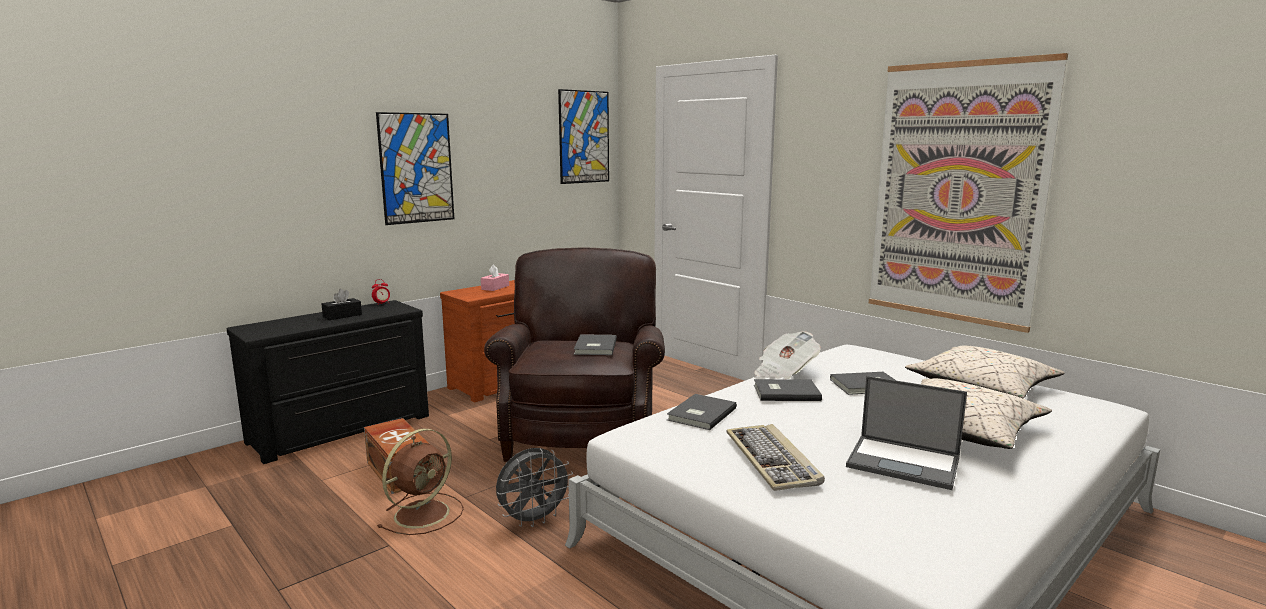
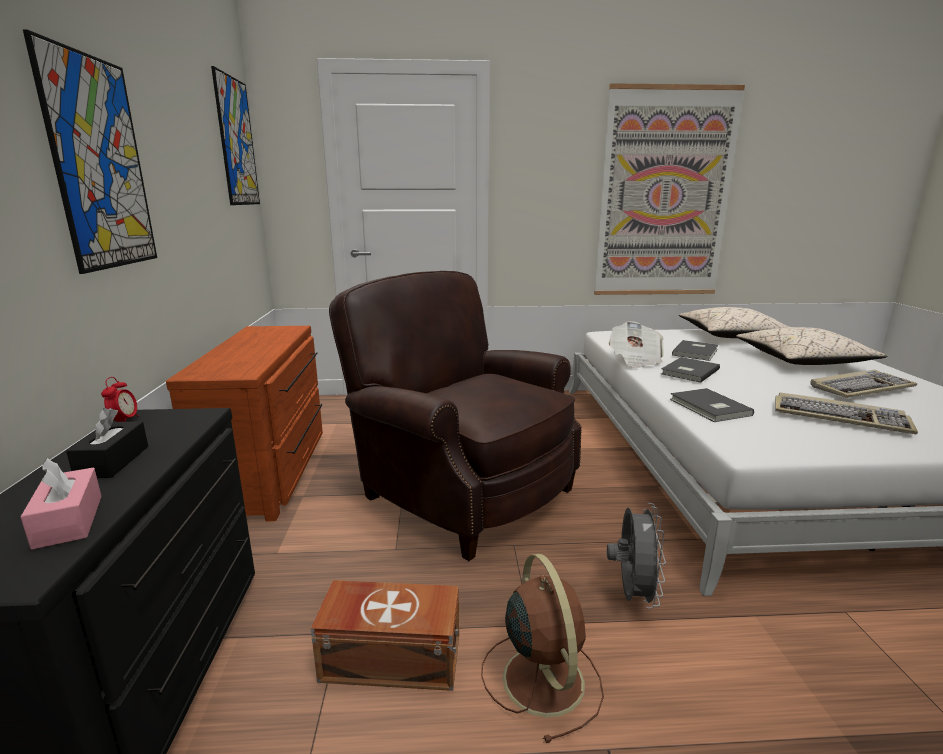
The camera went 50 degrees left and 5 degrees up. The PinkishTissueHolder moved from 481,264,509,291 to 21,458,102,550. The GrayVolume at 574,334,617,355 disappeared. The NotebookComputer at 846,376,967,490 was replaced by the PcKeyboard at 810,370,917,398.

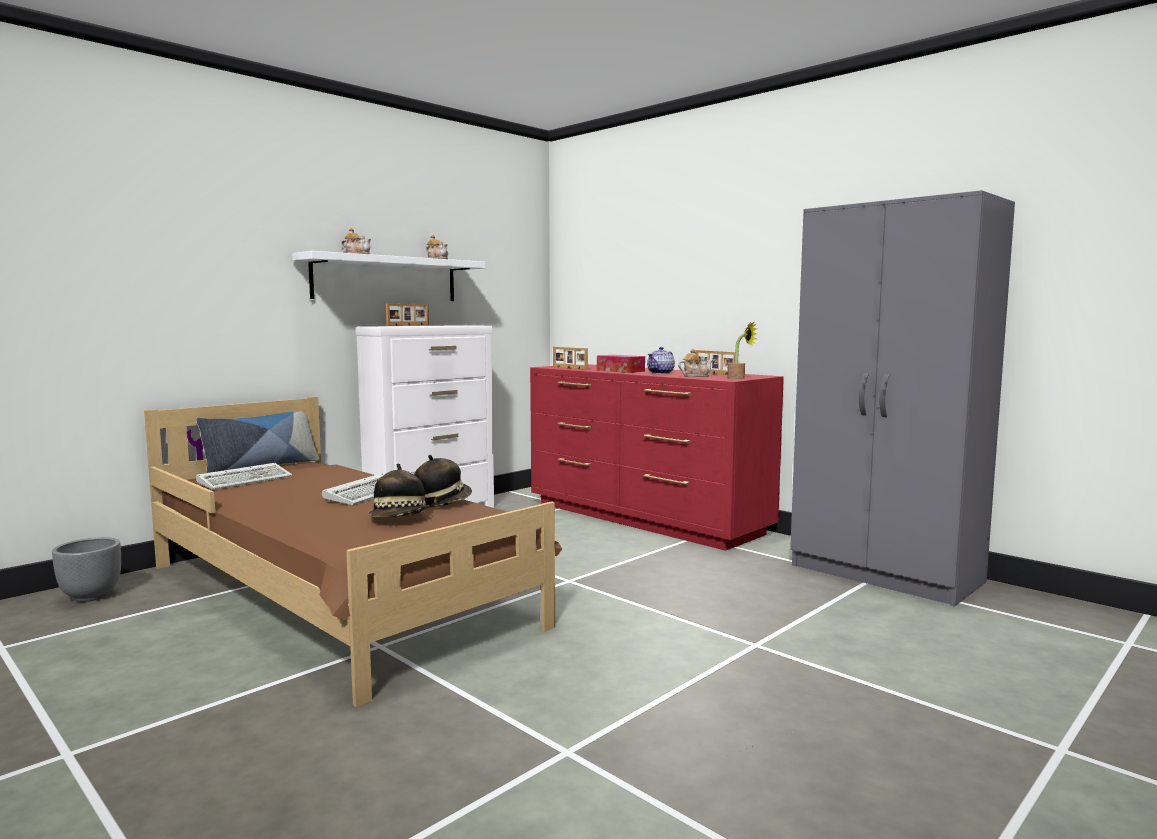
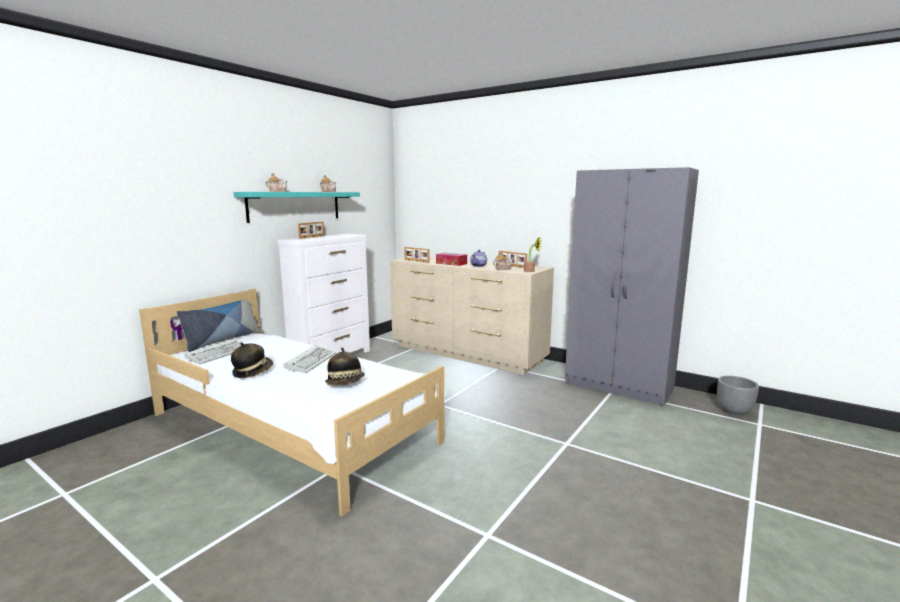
The camera went 10 degrees left and 5 degrees up. The GrayFlowerPot moved from 52,537,121,602 to 717,376,759,416. The BrownBed at 144,397,562,707 became the WhiteColouredBed at 139,289,447,516. The WhiteColouredBracketShelf at 292,251,486,301 became the BlueGreenBracketShelf at 233,192,360,223. The Hat moved from 414,455,472,508 to 231,342,273,378. The ReddishDrawerChest at 530,364,784,551 became the SandColouredDrawerChest at 390,256,554,375.

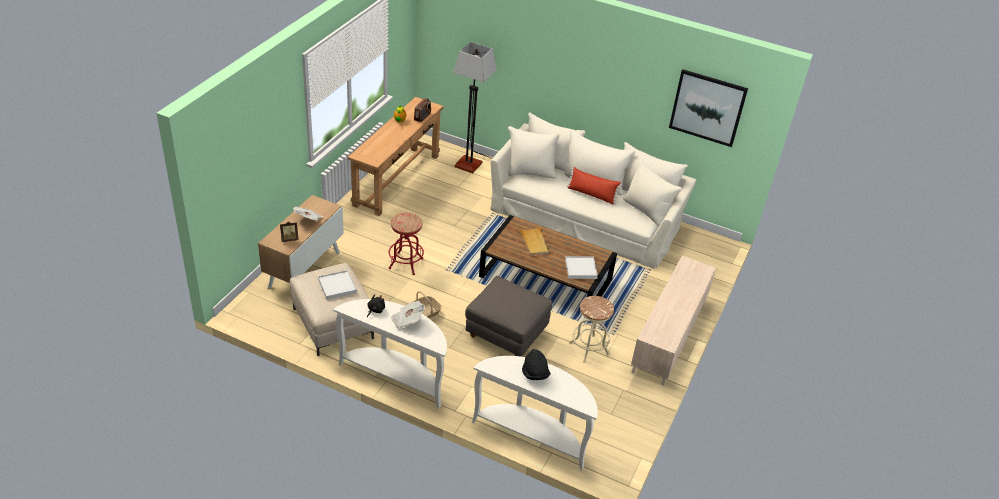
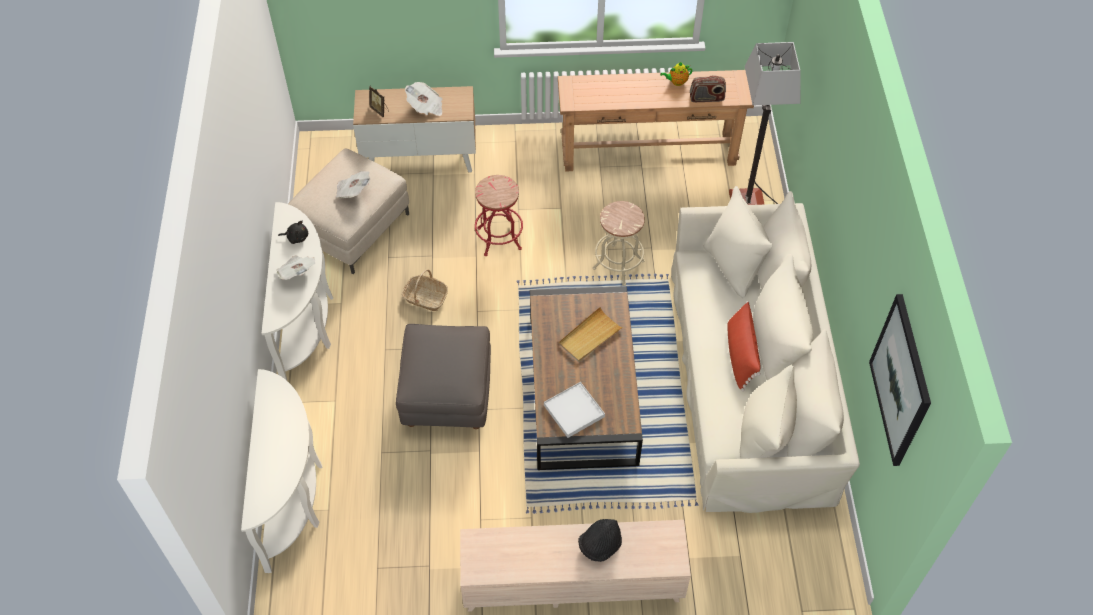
The camera went 65 degrees right and 15 degrees up. The WhiteColouredCarryingTray at 318,270,357,300 was replaced by the Newspaper at 335,171,370,199. The BlackColouredHat moved from 522,349,550,380 to 578,519,622,562. The SandColouredStool moved from 569,296,614,363 to 593,201,645,286.

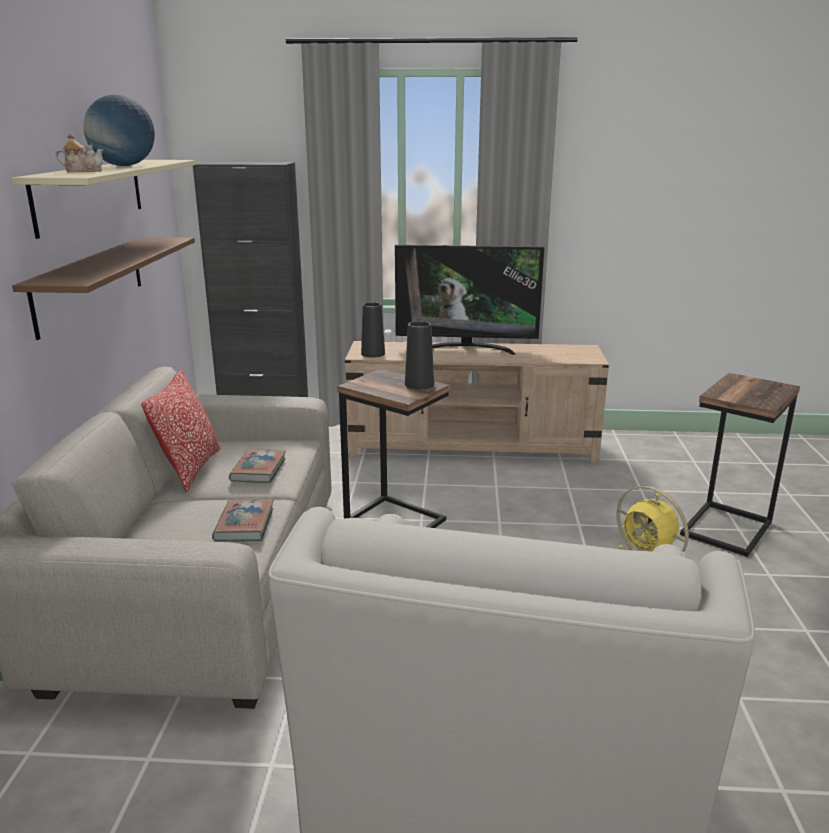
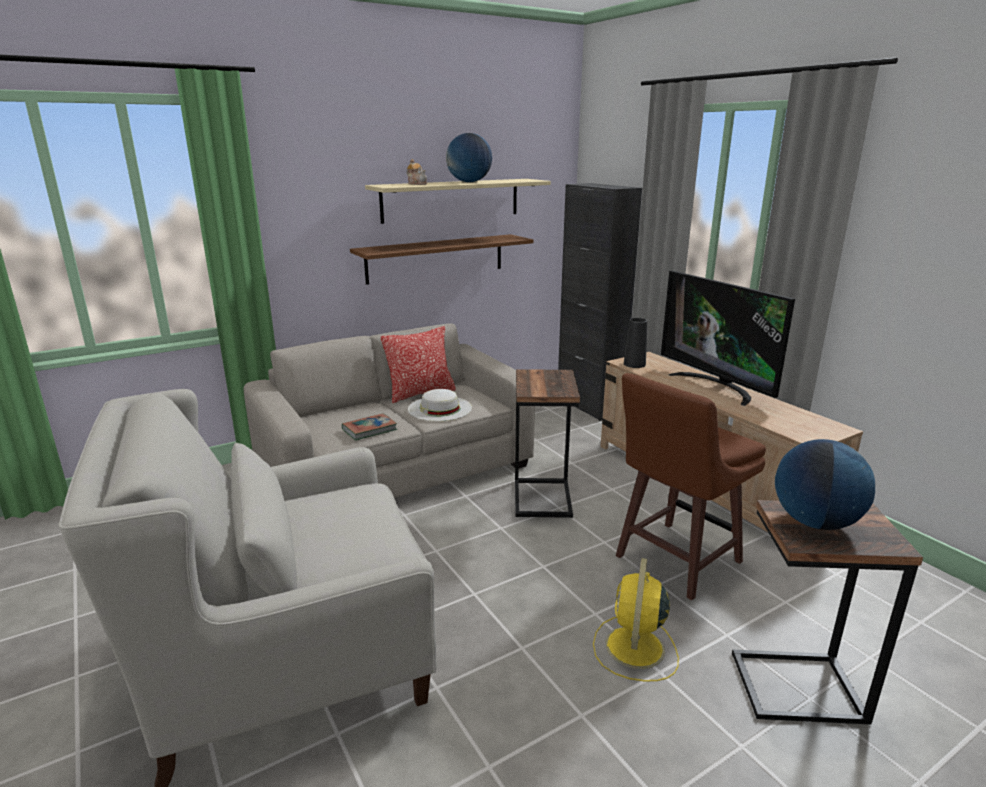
The camera went 55 degrees right and 0 degrees up. The Volume at 229,449,286,483 was replaced by the WhiteColouredHat at 408,389,472,421. The BlackColouredFlowerVase at 405,321,434,389 disappeared. The BrownStool at 616,373,766,600 appeared. The WorldGlobe at 775,439,875,530 appeared.

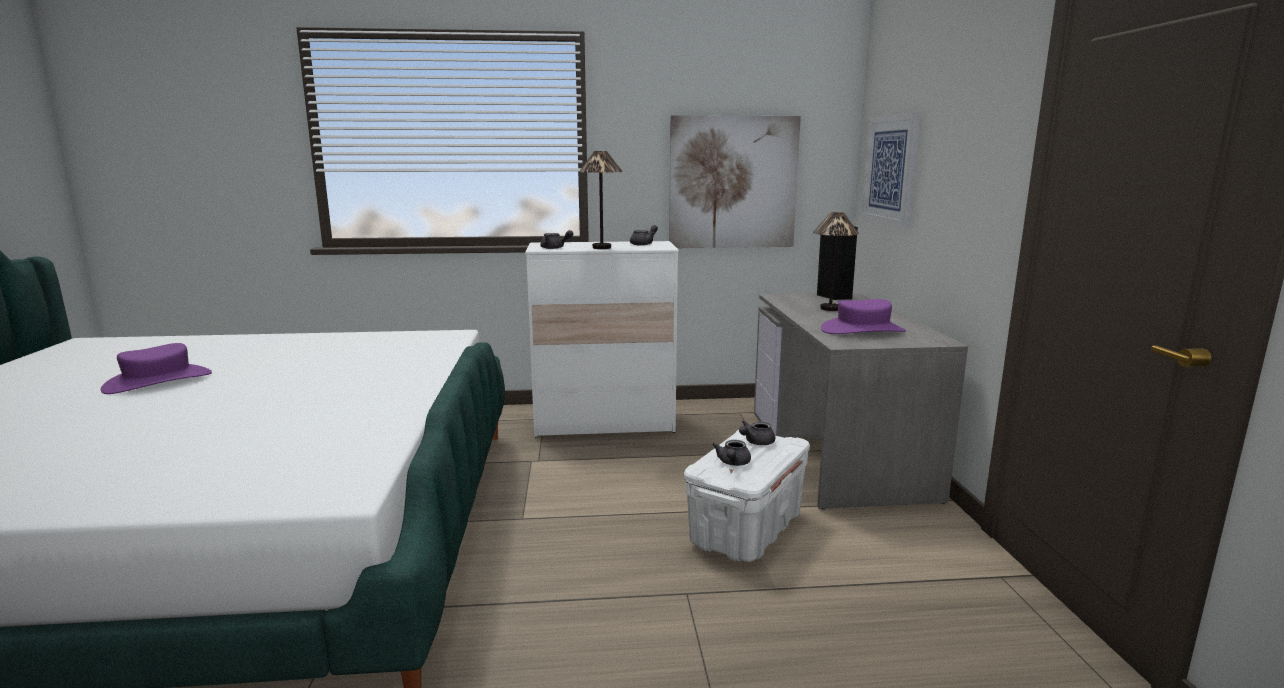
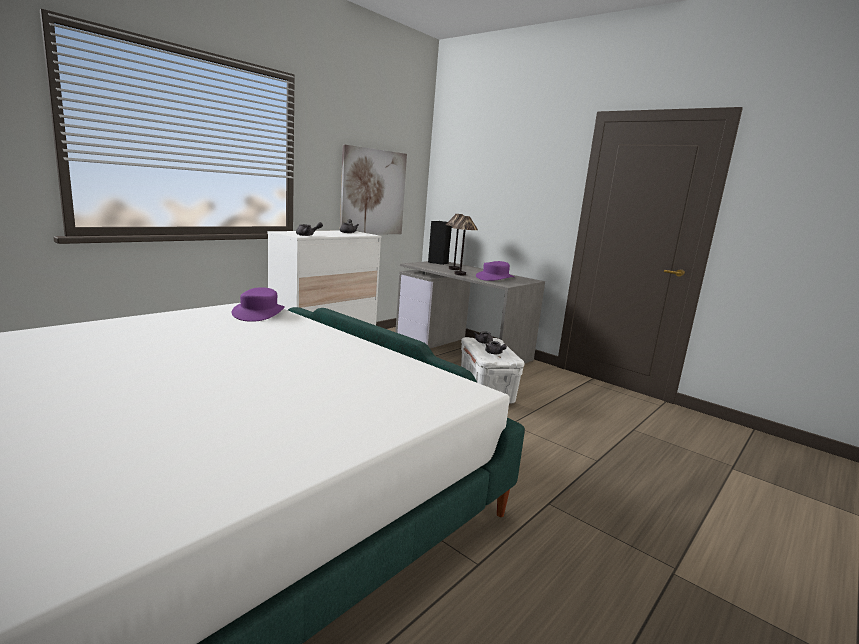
The camera went 45 degrees left and 0 degrees up. The PurplishHat moved from 100,343,212,394 to 232,287,285,322. The TableLamp moved from 579,151,623,249 to 451,216,478,275. The WallPicture at 861,112,920,228 disappeared.

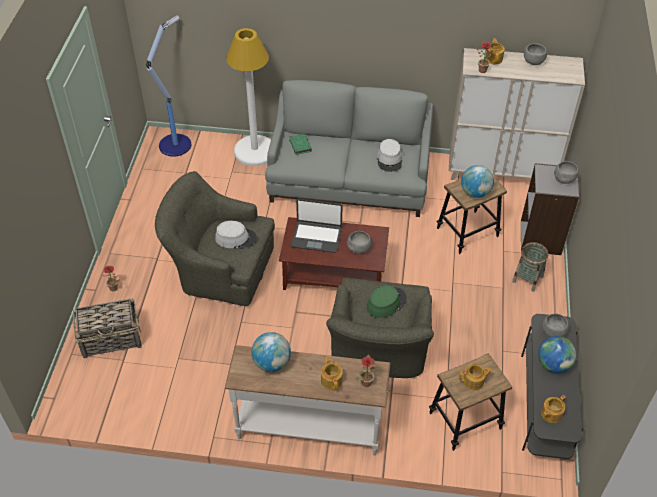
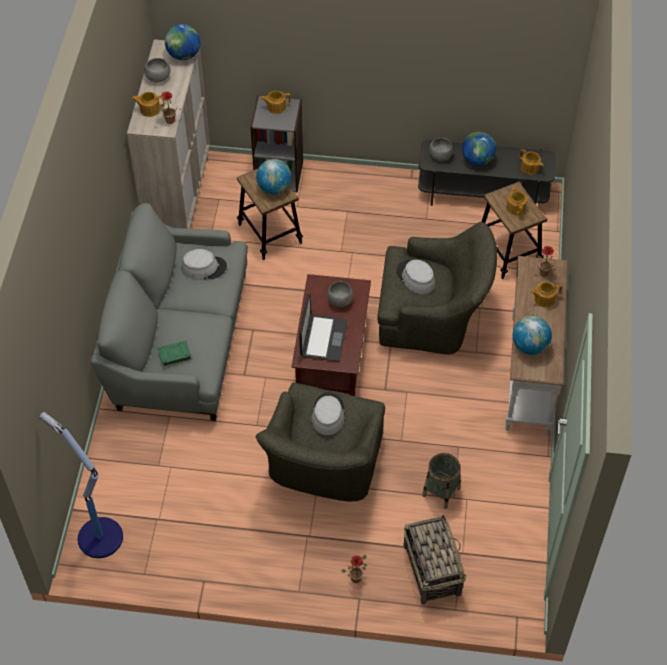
The camera went 90 degrees left and 5 degrees up. The WhiteColouredStandingLamp at 226,28,271,166 disappeared. The GreenColouredHat at 367,286,407,318 became the GrayHat at 397,260,435,294. The Basket moved from 512,242,548,292 to 422,453,461,509. The GrayDeepDish at 554,161,579,184 was replaced by the PotForTea at 261,91,291,114. The WorldGlobe at 165,24,200,60 appeared.

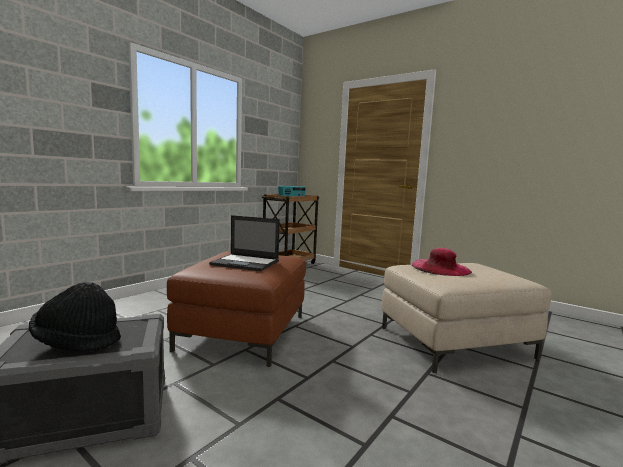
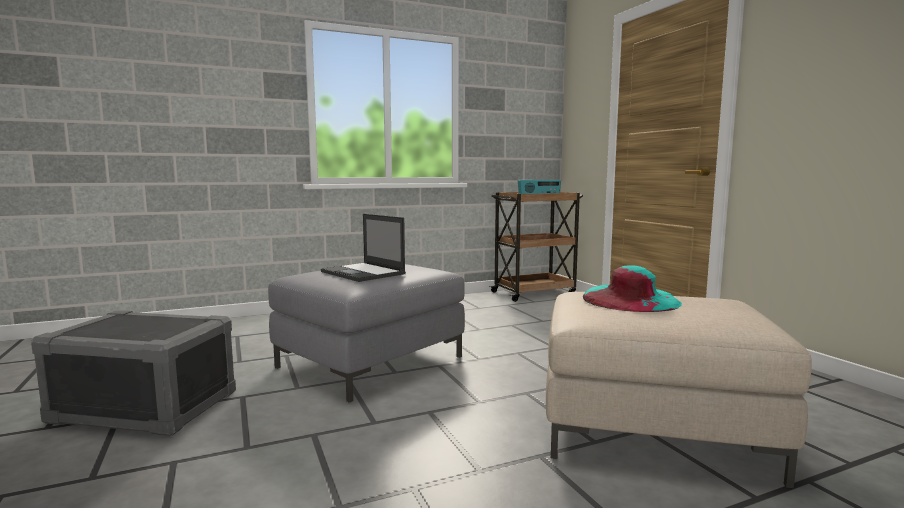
The camera went 30 degrees right and 0 degrees up. The BlackColouredHat at 29,282,121,352 disappeared. The BrownFootrest at 167,251,306,367 became the GrayFootrest at 268,264,465,403. The PinkishHat at 412,248,472,276 became the BlueGreenHat at 583,265,682,312.

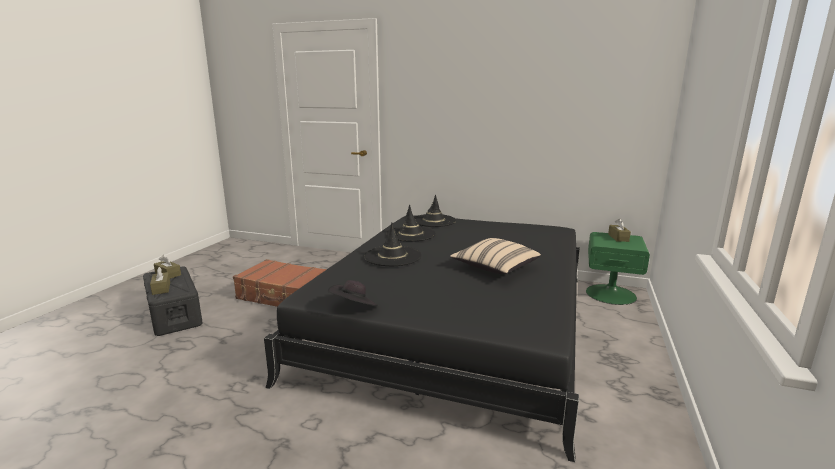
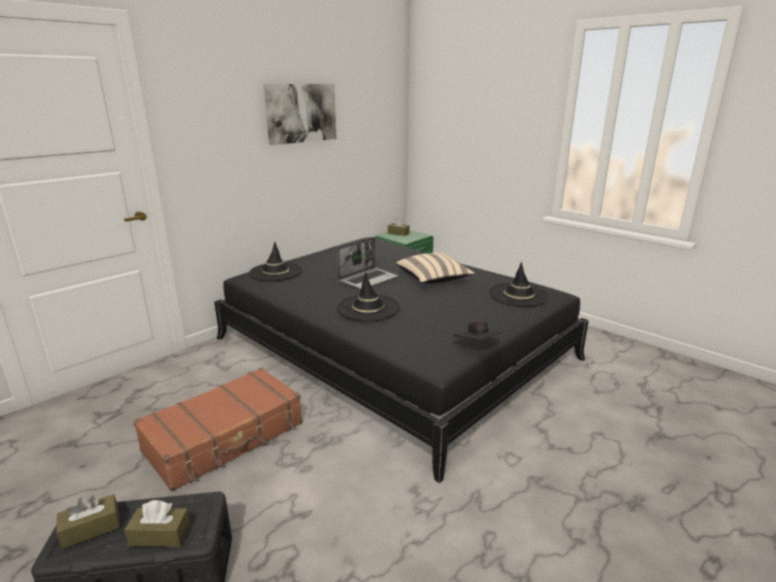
The camera went 65 degrees left and 5 degrees up. The BlackColouredHat moved from 386,205,436,242 to 489,262,550,307. The WallPicture at 264,84,336,145 appeared. The NotebookComputer at 337,237,398,290 appeared.

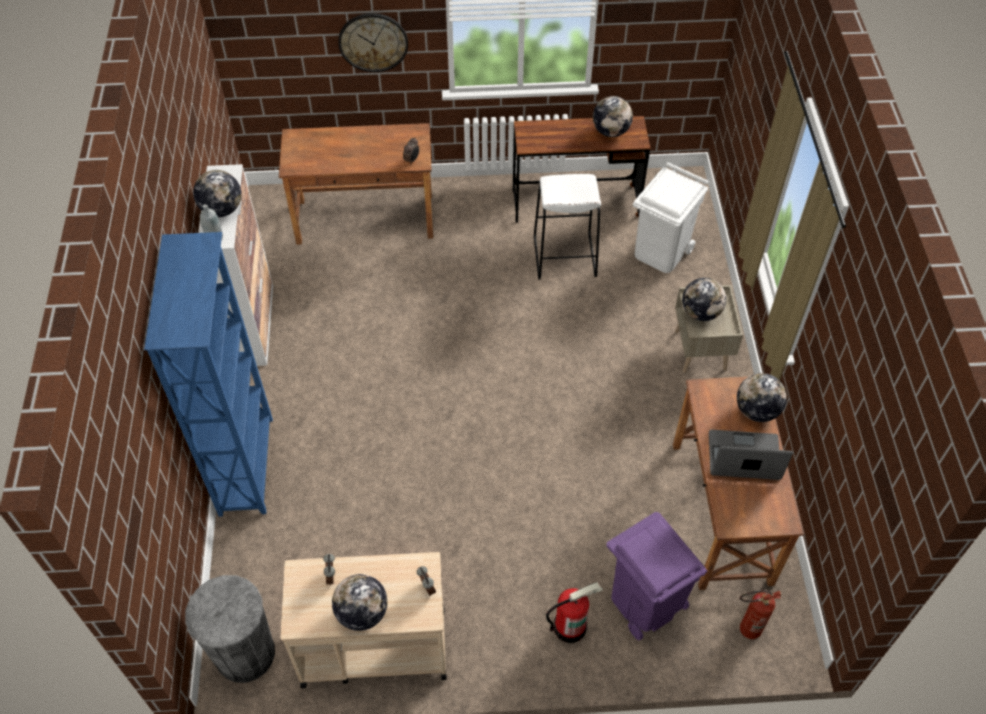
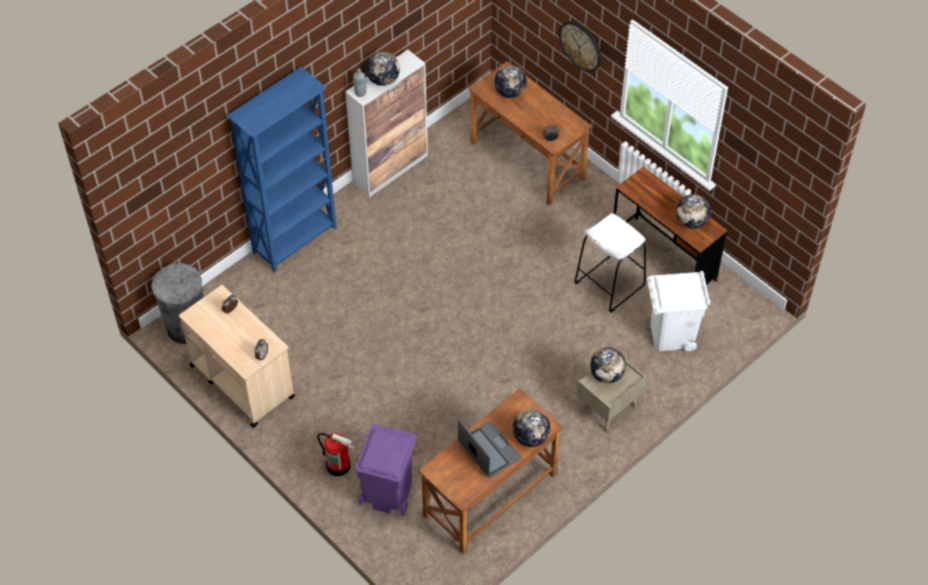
The camera went 50 degrees right and 0 degrees up. The WorldGlobe moved from 332,574,388,631 to 494,65,527,98. The FireFightingCylinder at 740,589,782,639 disappeared.

